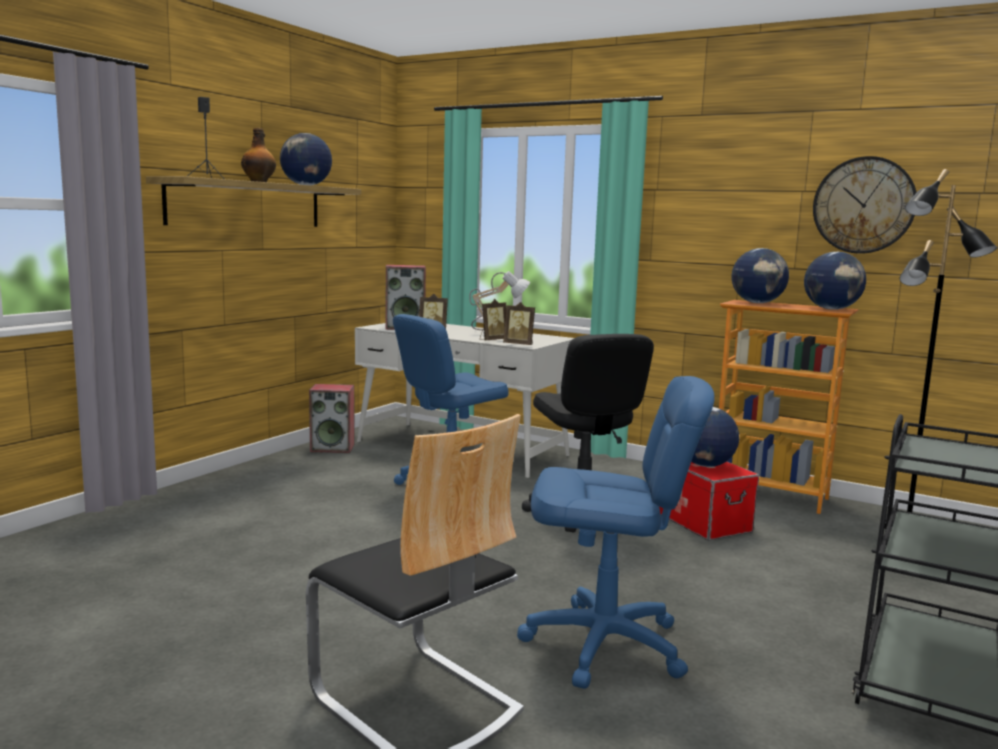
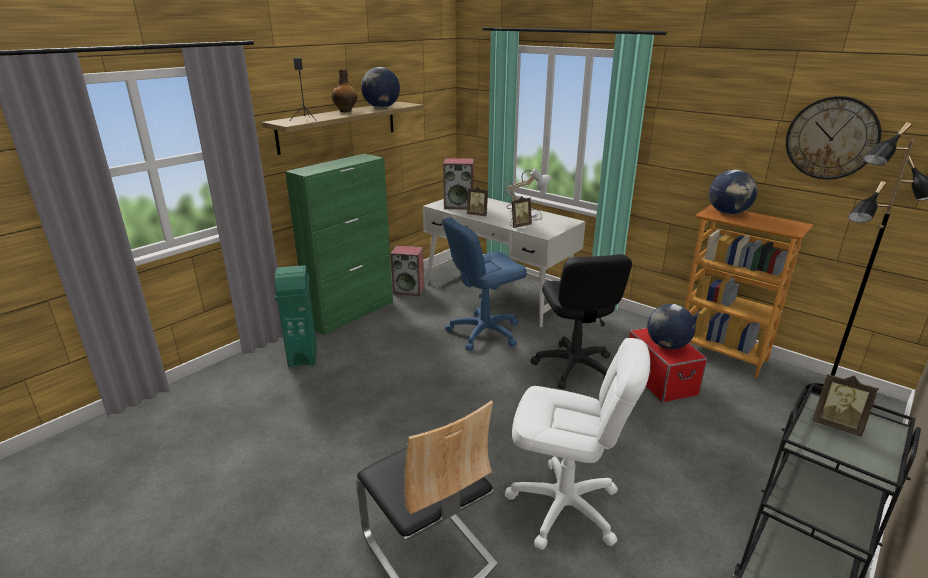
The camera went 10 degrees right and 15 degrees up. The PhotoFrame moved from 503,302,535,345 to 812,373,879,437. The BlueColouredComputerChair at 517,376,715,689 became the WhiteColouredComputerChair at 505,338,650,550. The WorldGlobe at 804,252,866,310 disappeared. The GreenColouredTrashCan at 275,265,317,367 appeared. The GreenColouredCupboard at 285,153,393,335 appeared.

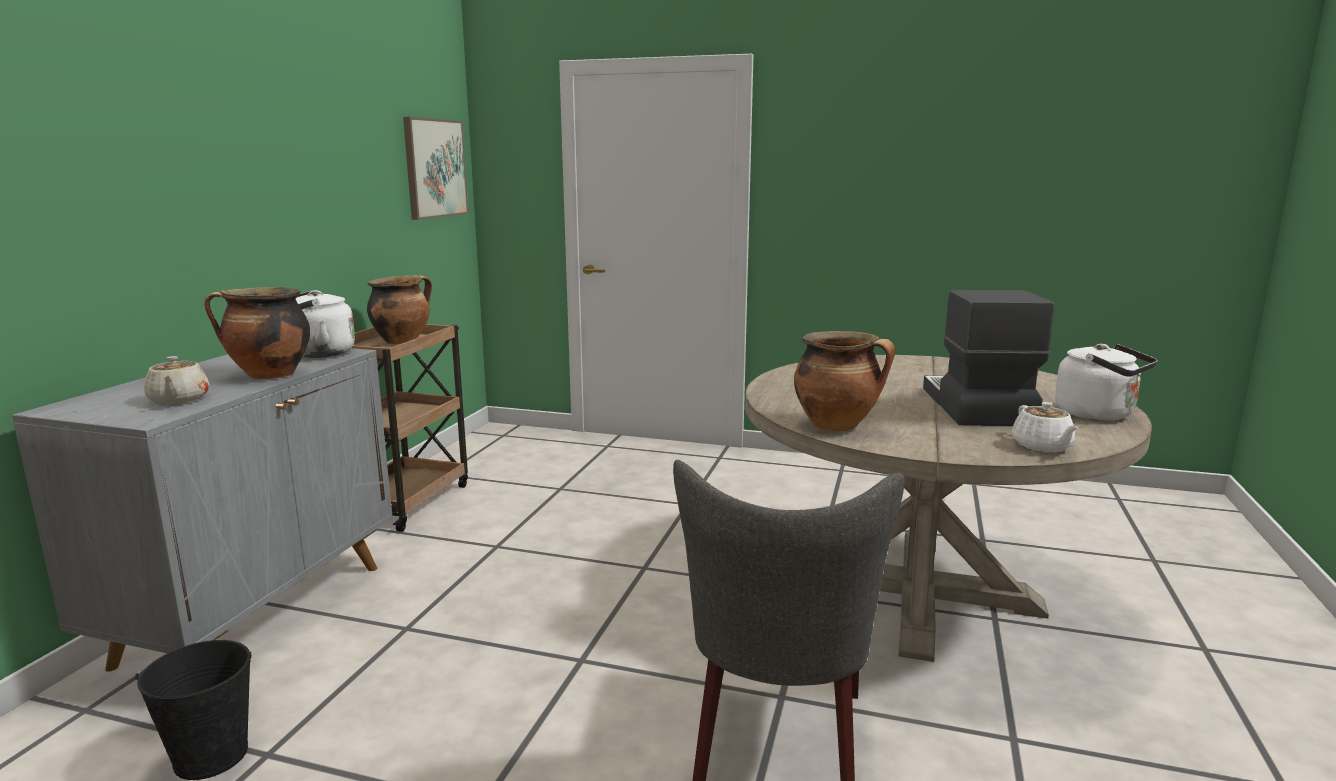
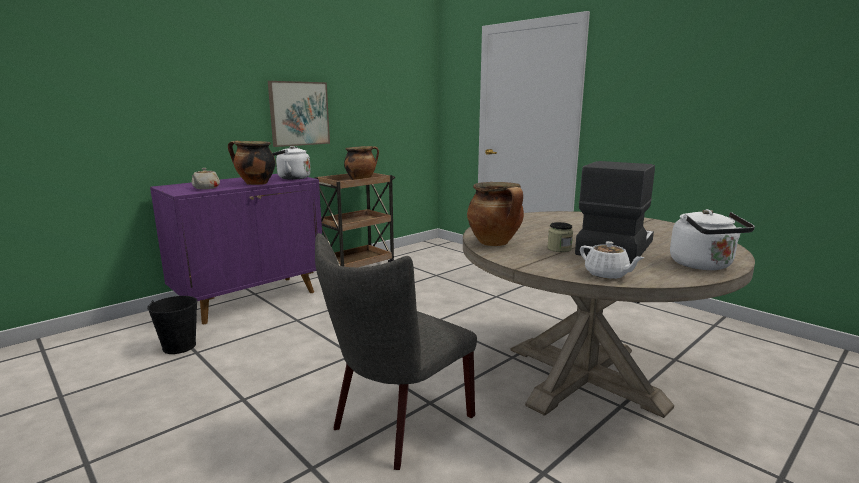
The camera went 30 degrees right and 0 degrees up. The GrayCupboard at 12,348,393,672 became the PurplishCupboard at 150,174,322,324. The WallPicture moved from 403,117,468,220 to 268,81,330,147. The WhiteColouredPotForTea at 1012,402,1078,453 turned 60 degrees counterclockwise. The StorageJar at 547,222,573,252 appeared.

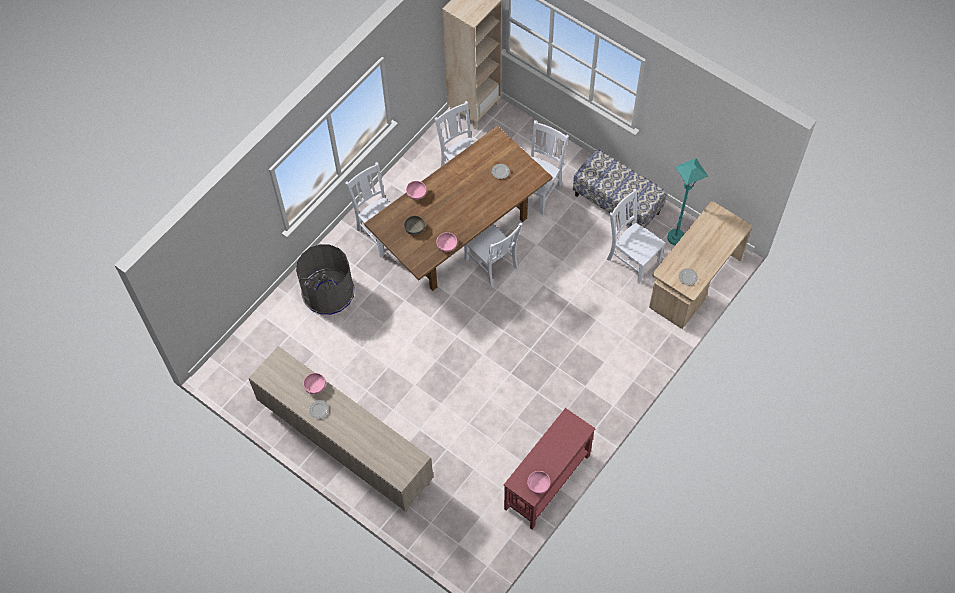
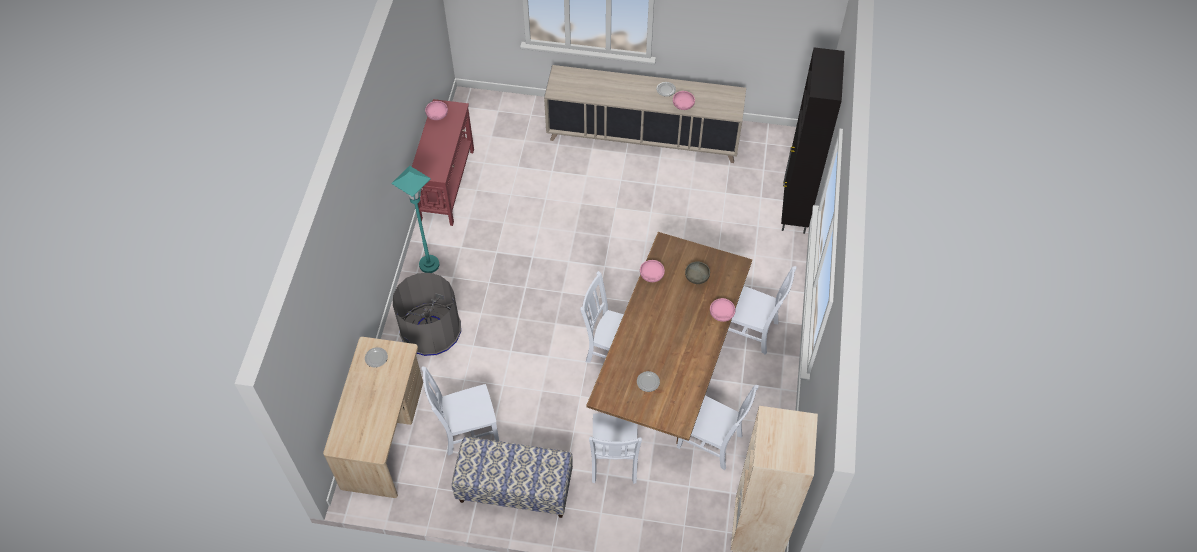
The camera went 150 degrees right and 5 degrees down. The GrayTrashCan moved from 296,244,355,315 to 393,273,461,356. The WhiteColouredChair at 607,189,665,284 turned 150 degrees clockwise. The BlueGreenStandingLamp moved from 667,158,708,245 to 391,166,439,273. The BlackColouredCupboard at 781,48,845,234 appeared.

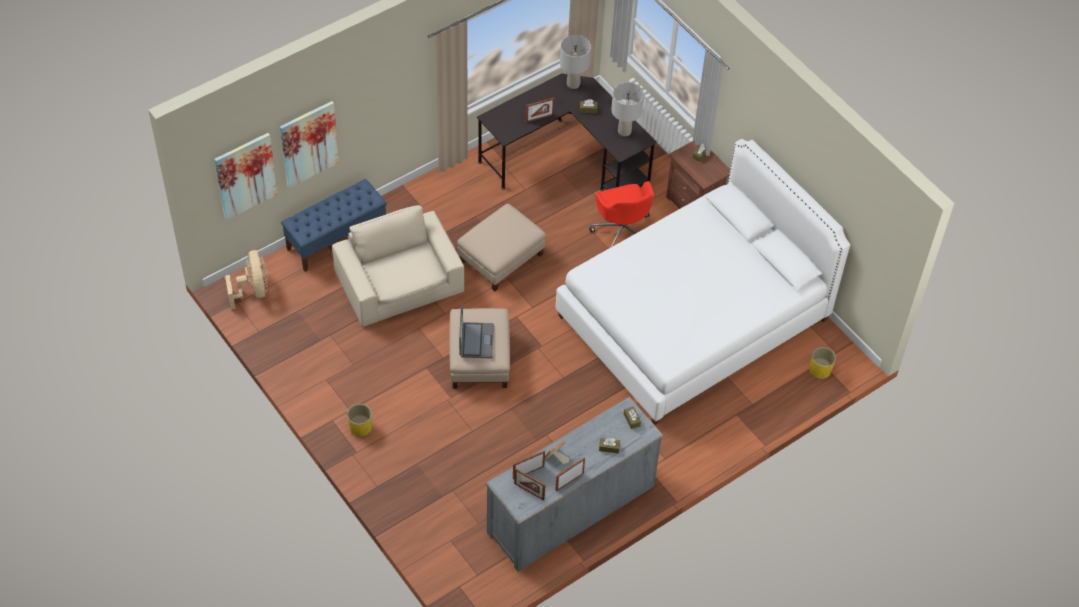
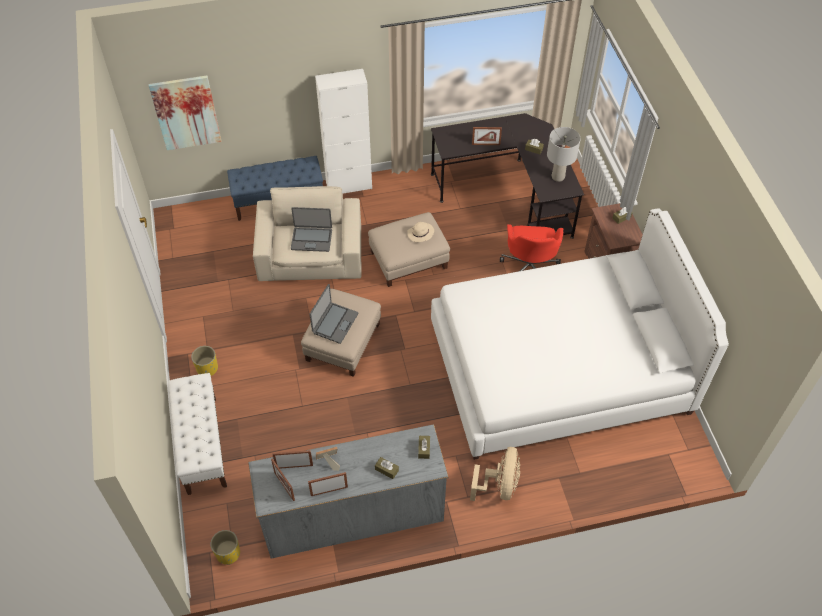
The camera went 25 degrees right and 0 degrees up. The SandColouredElectricFan moved from 225,250,268,309 to 470,447,520,501. The WallPicture at 280,101,339,188 disappeared. The GrayTableLamp at 560,35,591,89 disappeared. The YellowColouredFlowerPot moved from 810,347,836,379 to 210,530,240,565. The WhiteColouredLongSeat at 168,373,227,495 appeared. The NotebookComputer at 291,207,332,252 appeared. The WhiteColouredCupboard at 315,69,372,194 appeared. The SandColouredHat at 407,222,434,242 appeared.

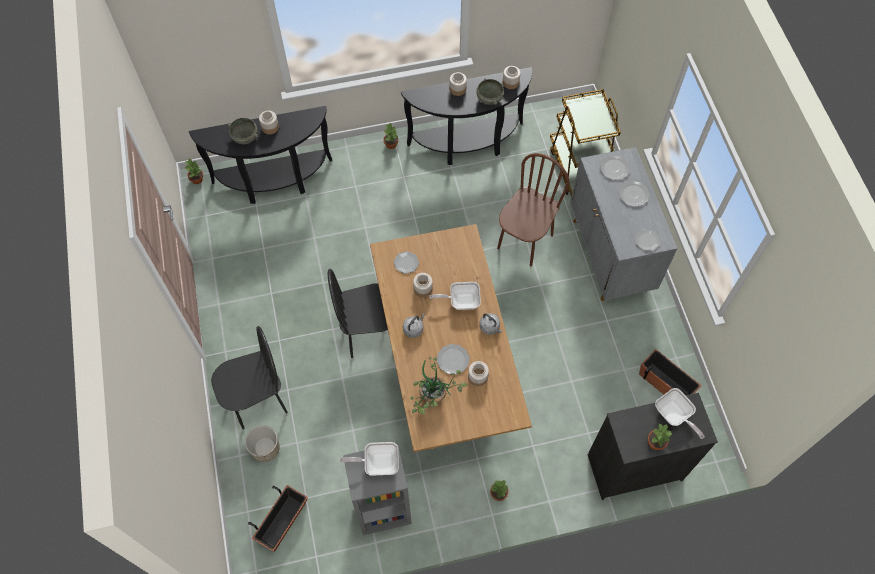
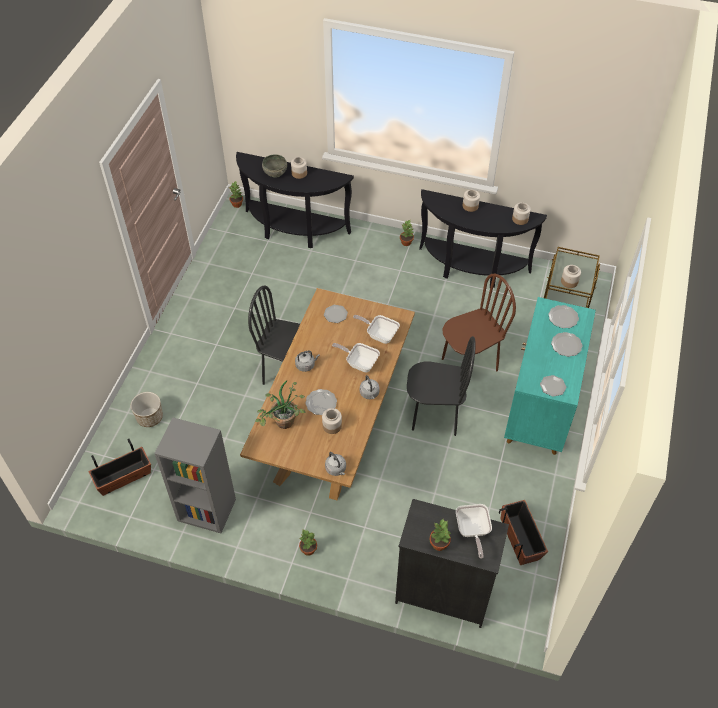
The camera went 30 degrees right and 10 degrees down. The BlackColouredChair moved from 211,326,288,429 to 407,336,476,436. The Pan moved from 340,442,399,476 to 353,315,400,344. The StorageJar moved from 413,273,433,298 to 561,265,581,288. The GrayDeepDish at 476,78,504,105 disappeared. The GrayCupboard at 570,147,678,301 became the BlueGreenCupboard at 504,297,596,455. The GrayTeaKettle at 325,452,346,476 appeared.

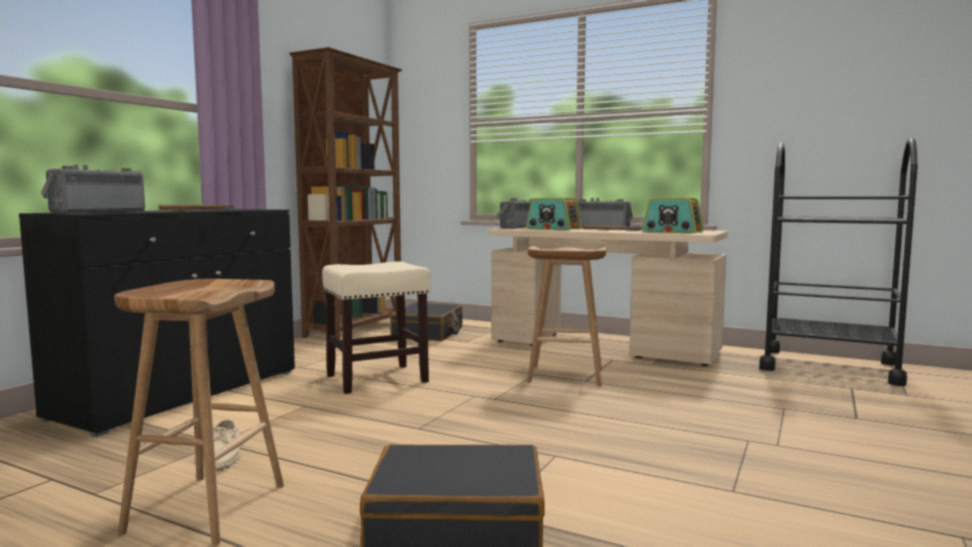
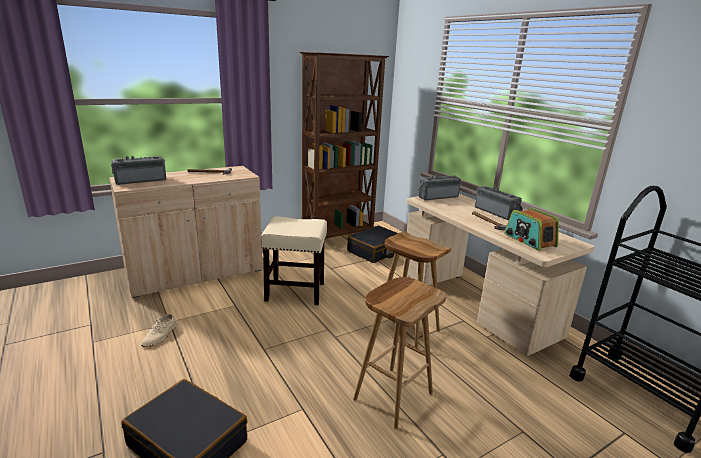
The camera went 30 degrees right and 15 degrees up. The BlackColouredCupboard at 19,209,295,437 became the SandColouredCupboard at 109,166,263,298. The BrownStool moved from 114,279,284,546 to 353,277,446,429. The Radio at 526,198,582,230 disappeared.

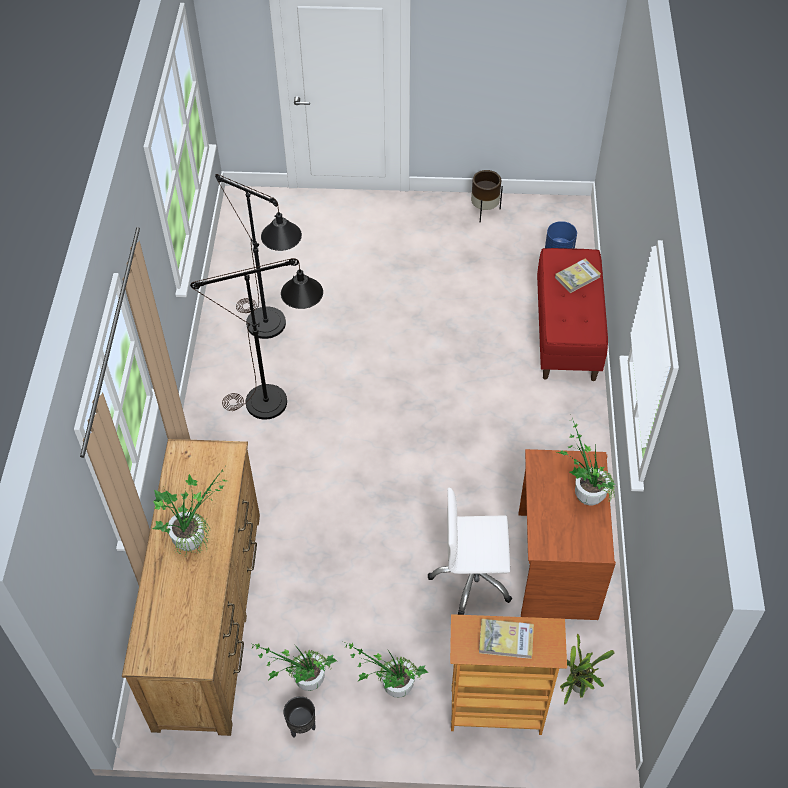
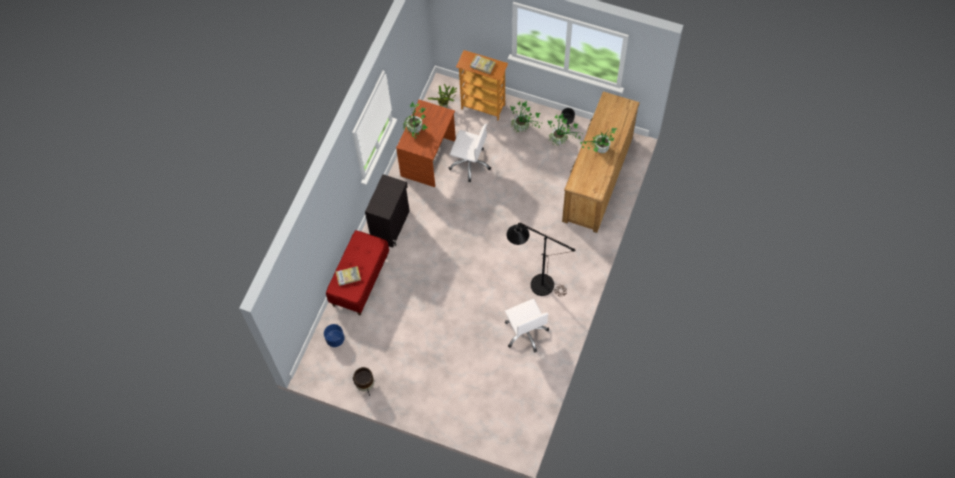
The camera went 160 degrees left and 10 degrees up. The BlackColouredStandingLamp at 215,174,302,339 was replaced by the WhiteColouredComputerChair at 505,299,549,352. The BlackColouredCupboard at 365,174,410,248 appeared.

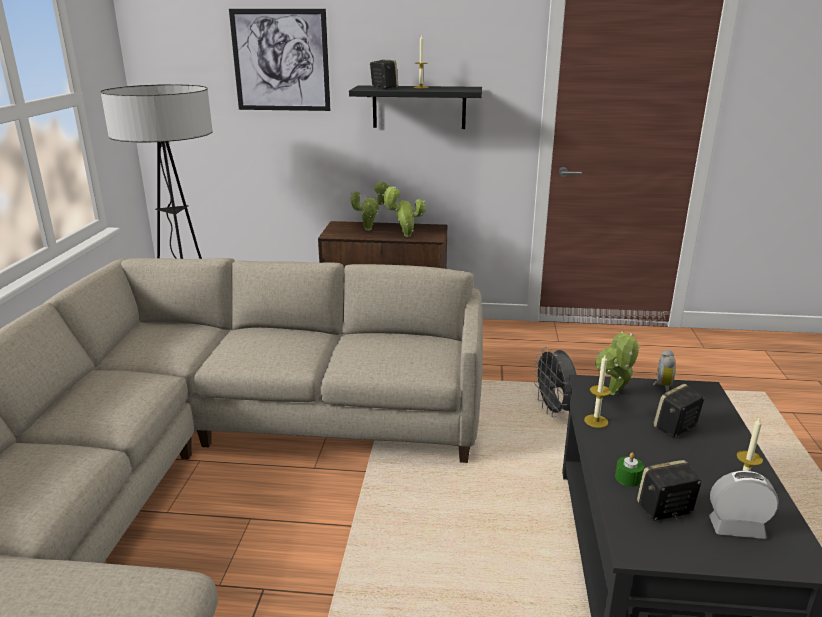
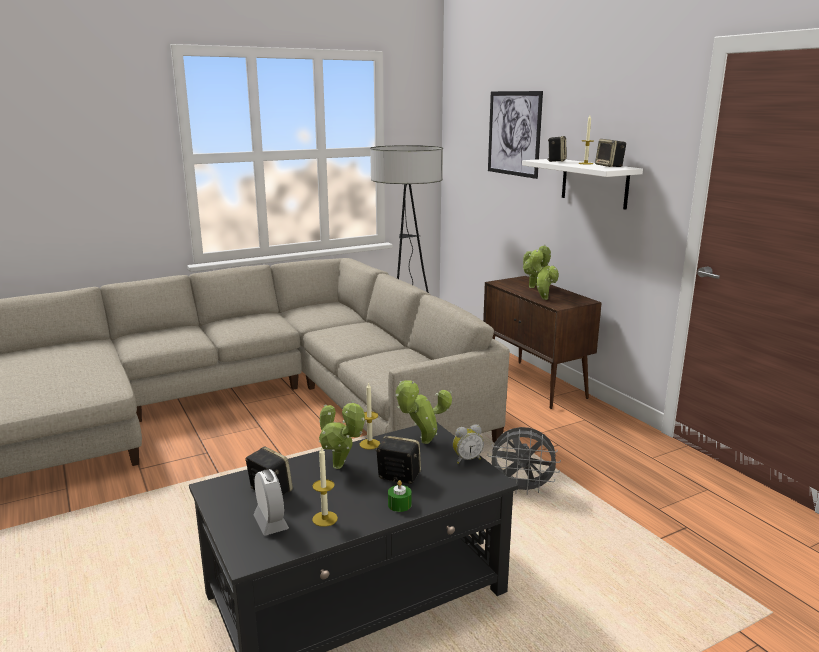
The camera went 55 degrees right and 5 degrees down. The BlackColouredBracketShelf at 349,85,482,129 became the WhiteColouredBracketShelf at 522,159,643,210. The GrayElectricFan at 533,347,577,417 turned 120 degrees counterclockwise. The GreenColouredWaxCandle moved from 615,453,644,487 to 388,480,412,512. The PlantInAPot at 319,400,365,469 appeared. The Loudspeaker at 595,139,626,167 appeared.

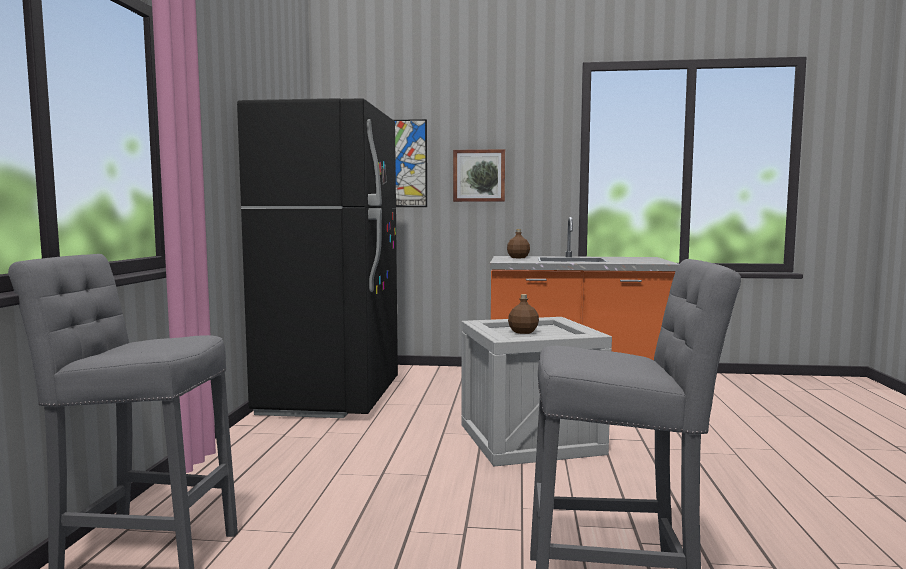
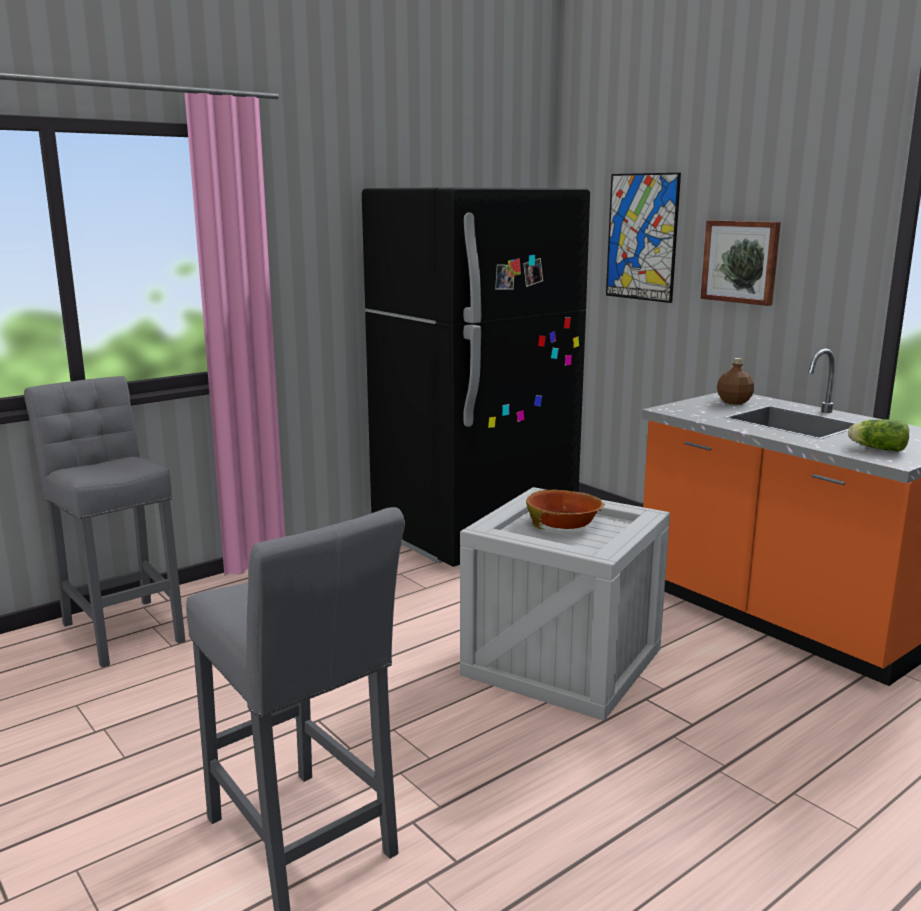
The camera went 45 degrees right and 10 degrees up. The BrownBeverageBottle at 508,294,539,334 was replaced by the DeepDish at 526,489,605,530. The LettuceHead at 848,420,909,452 appeared.

